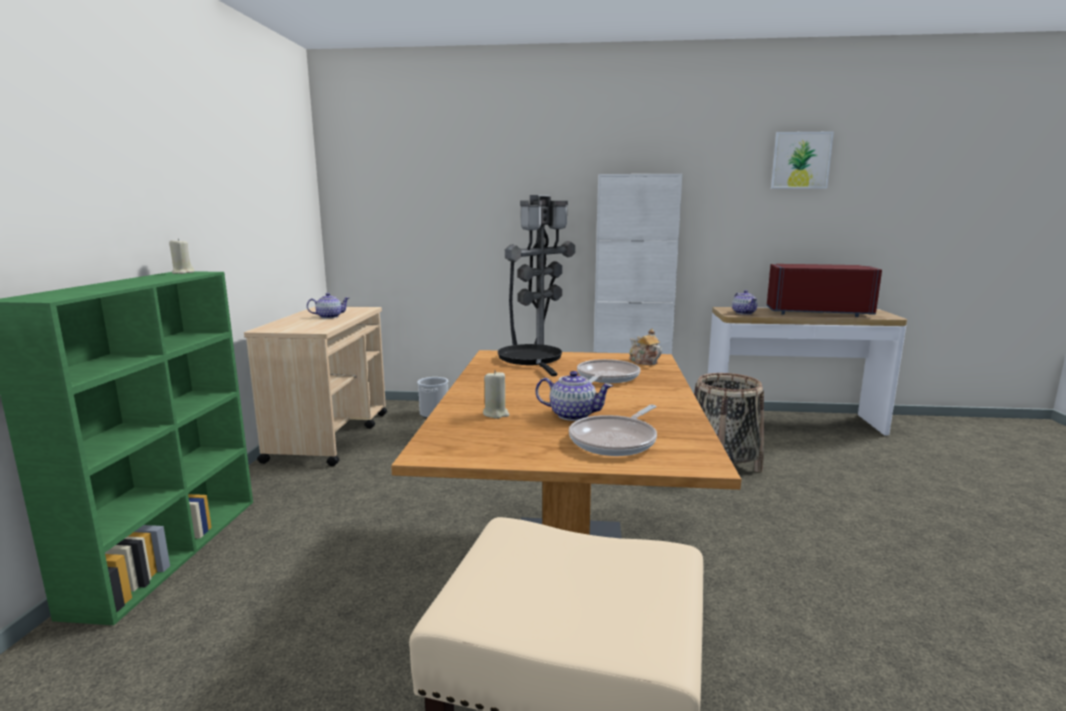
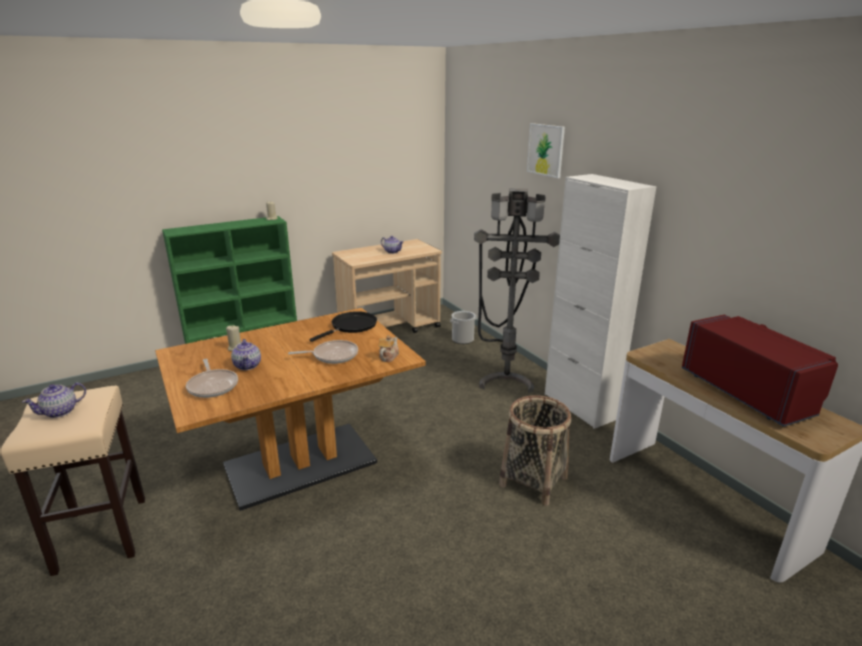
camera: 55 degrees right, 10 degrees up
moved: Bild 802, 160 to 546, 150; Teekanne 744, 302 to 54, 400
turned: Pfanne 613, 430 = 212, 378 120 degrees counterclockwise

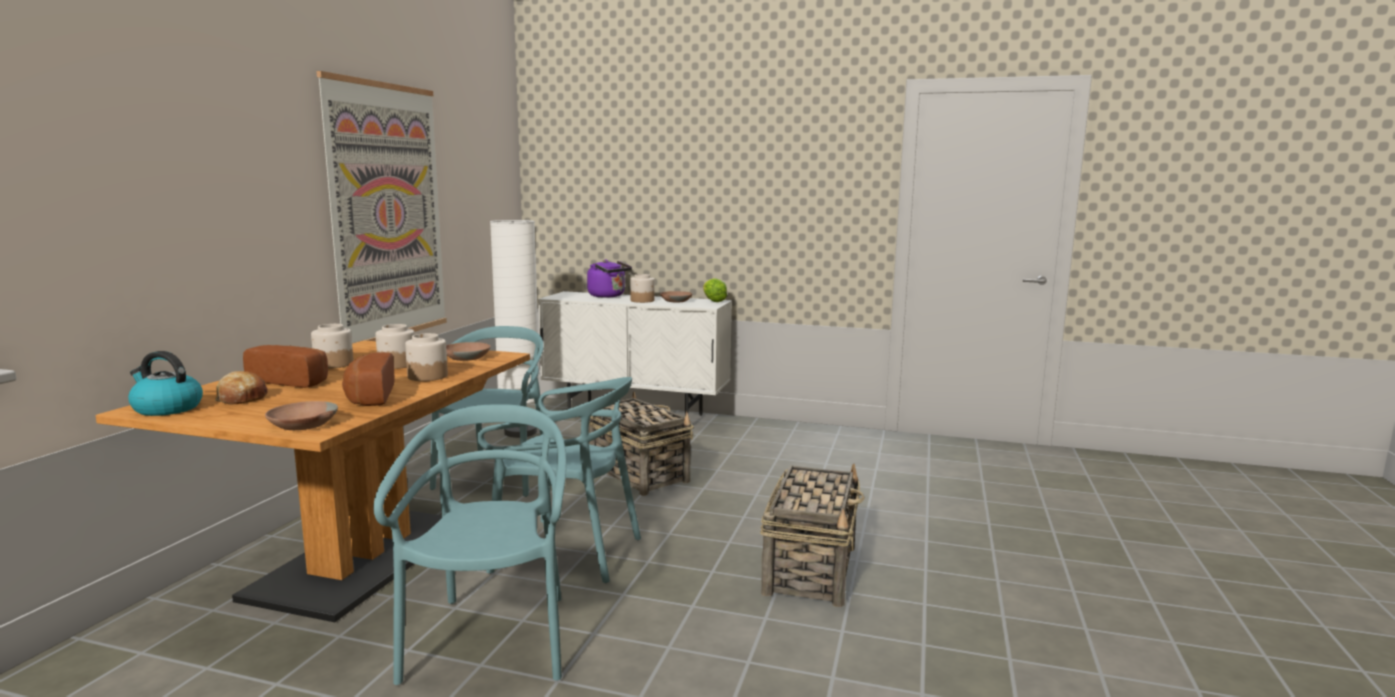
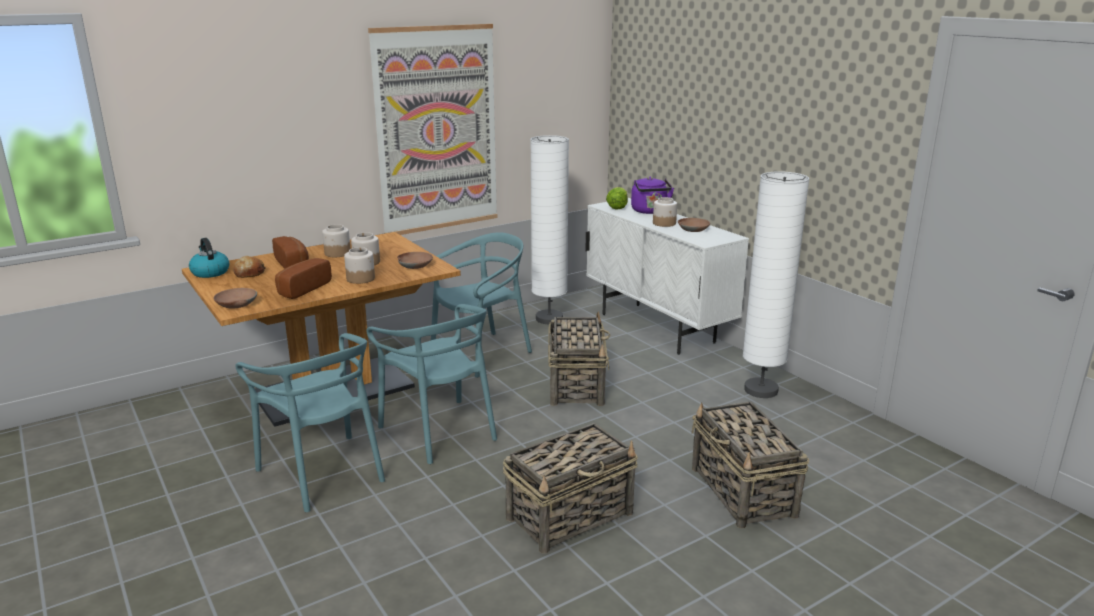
camera: 40 degrees right, 10 degrees up
added: Stehlampe/weiß 776, 284; Korb 750, 465
moved: Salatkopf 715, 290 to 617, 198
turned: Stuhl/türkis 470, 544 = 310, 422 105 degrees clockwise

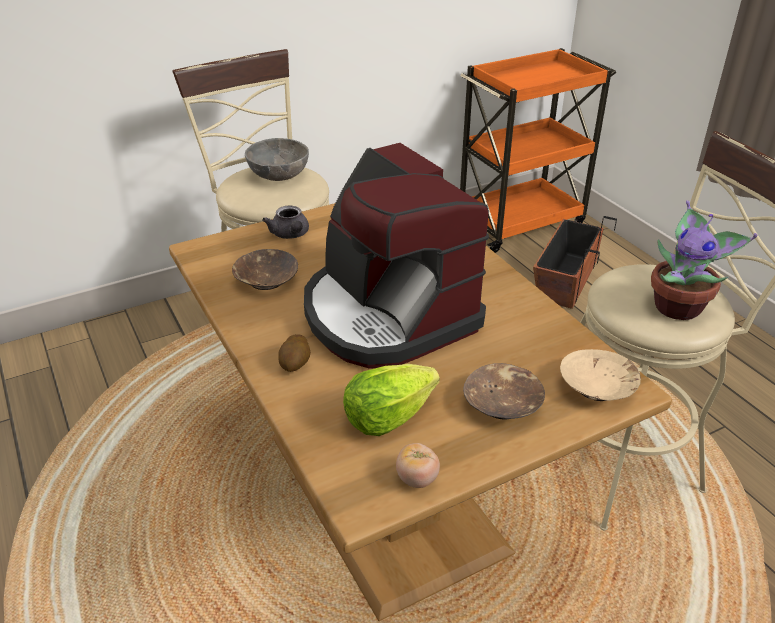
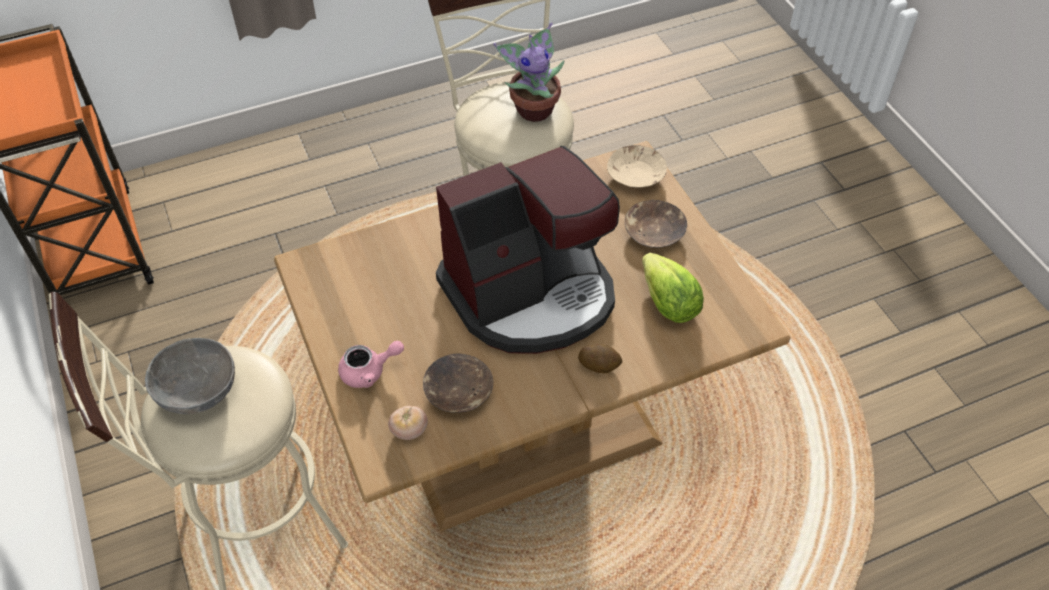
camera: 85 degrees left, 15 degrees up
removed: Pflanzkübel 575, 262
moved: Tomate 418, 465 to 408, 423
recoloured: Teekanne/grau 285, 222 to Teekanne/rosa 371, 364

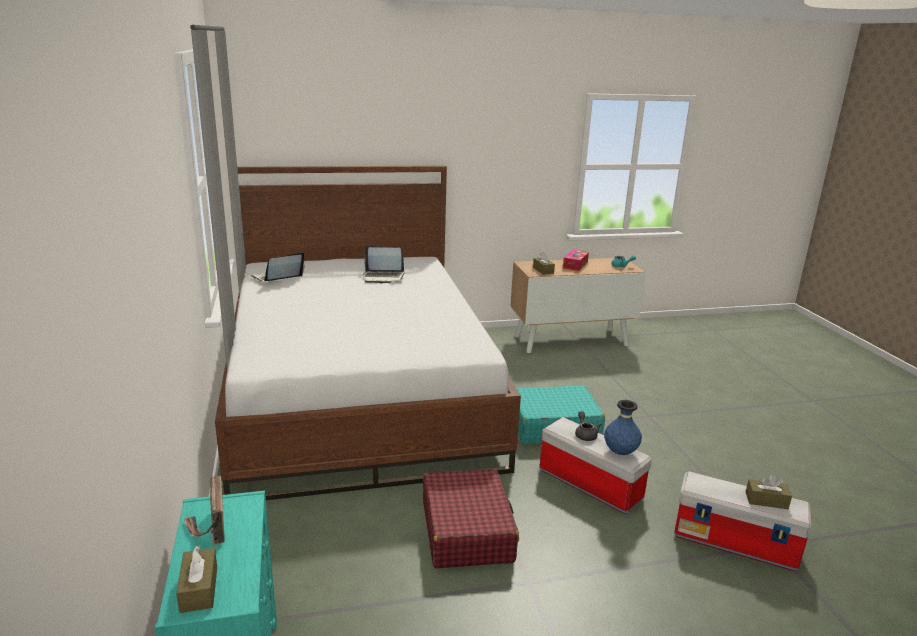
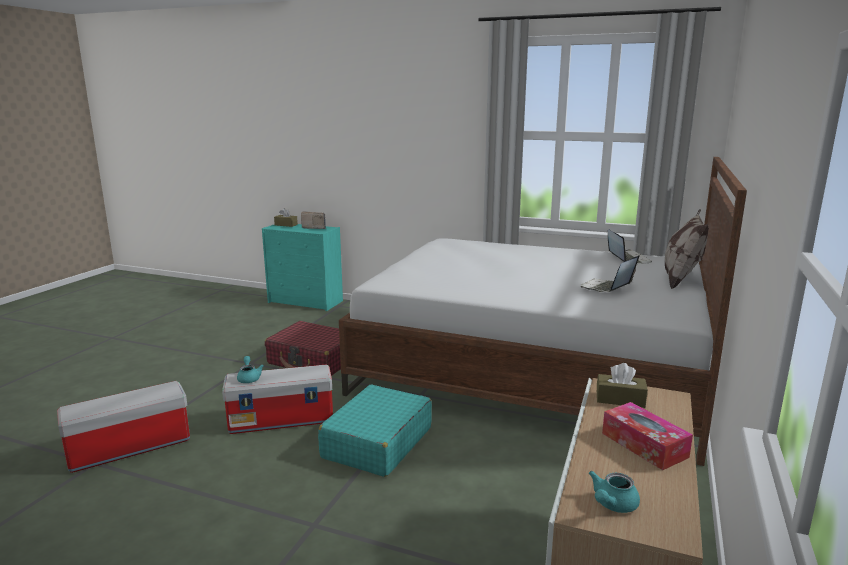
camera: 125 degrees right, 5 degrees down
removed: Teekanne/grau 588, 426; Taschentuchbox/braun 769, 492
added: Kissen 687, 249
replaced: Vase/blau 623, 427 to Teekanne/türkis 250, 369

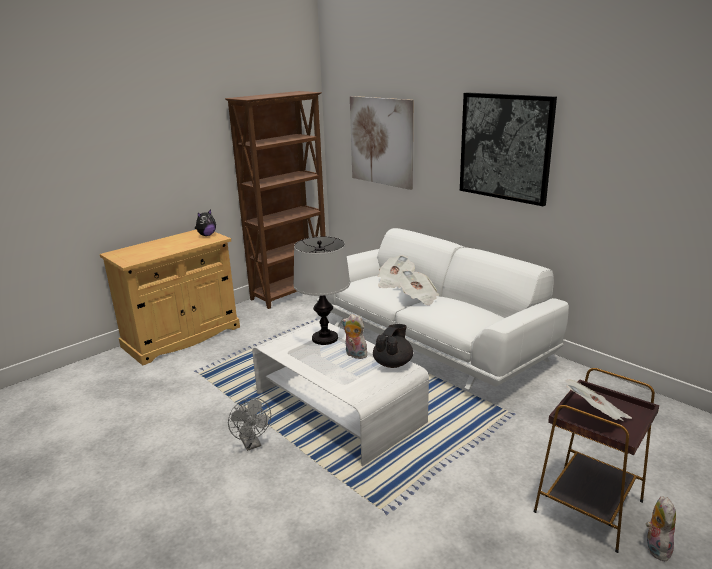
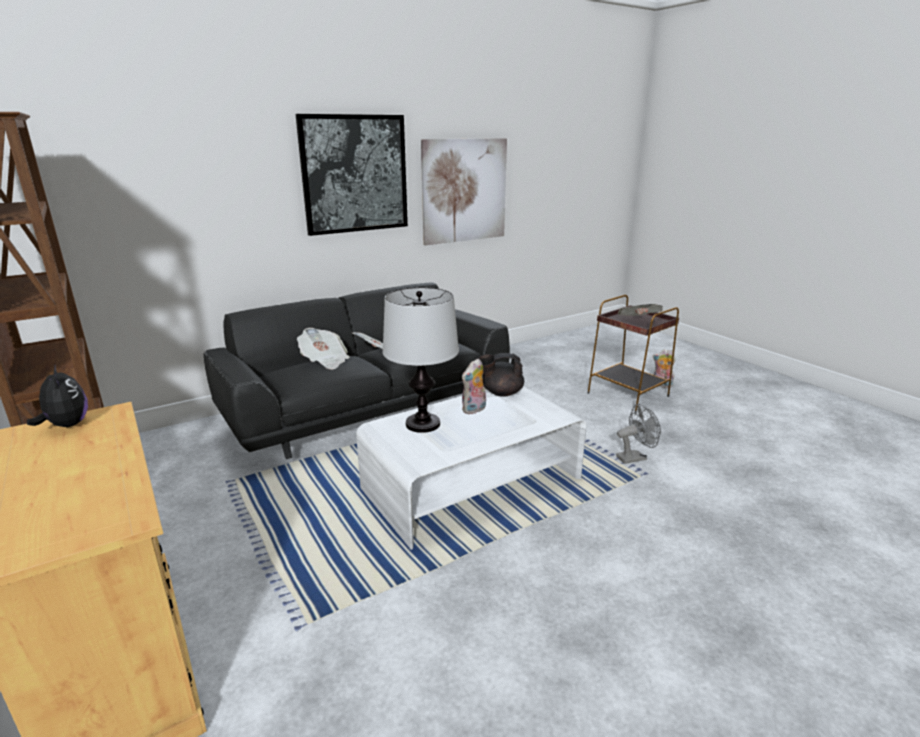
camera: 80 degrees left, 0 degrees up
moved: Bild 381, 143 to 464, 191; Ventilator/grau 249, 424 to 638, 434
recoloured: Sofa/weiß 442, 309 to Sofa/schwarz 357, 370
turned: Teekanne/schwarz 393, 346 = 501, 375 45 degrees counterclockwise

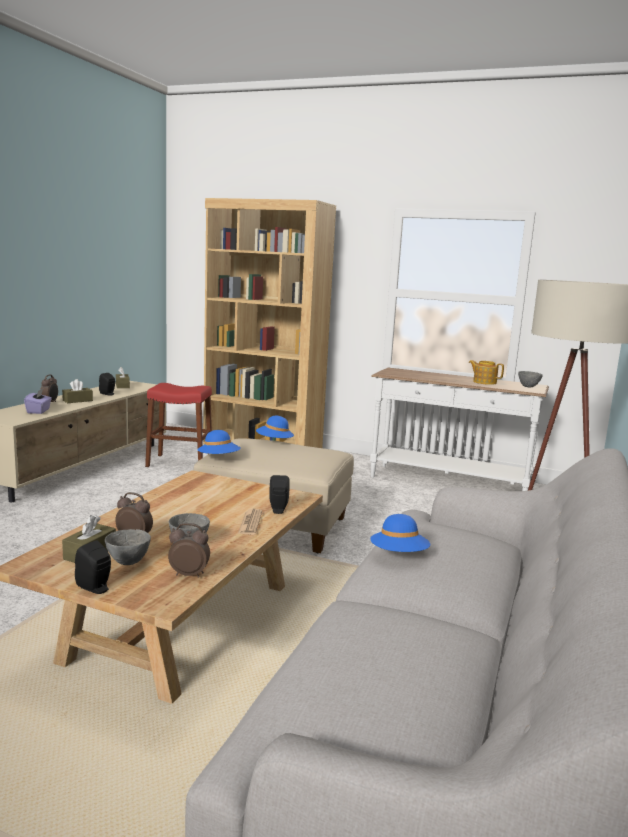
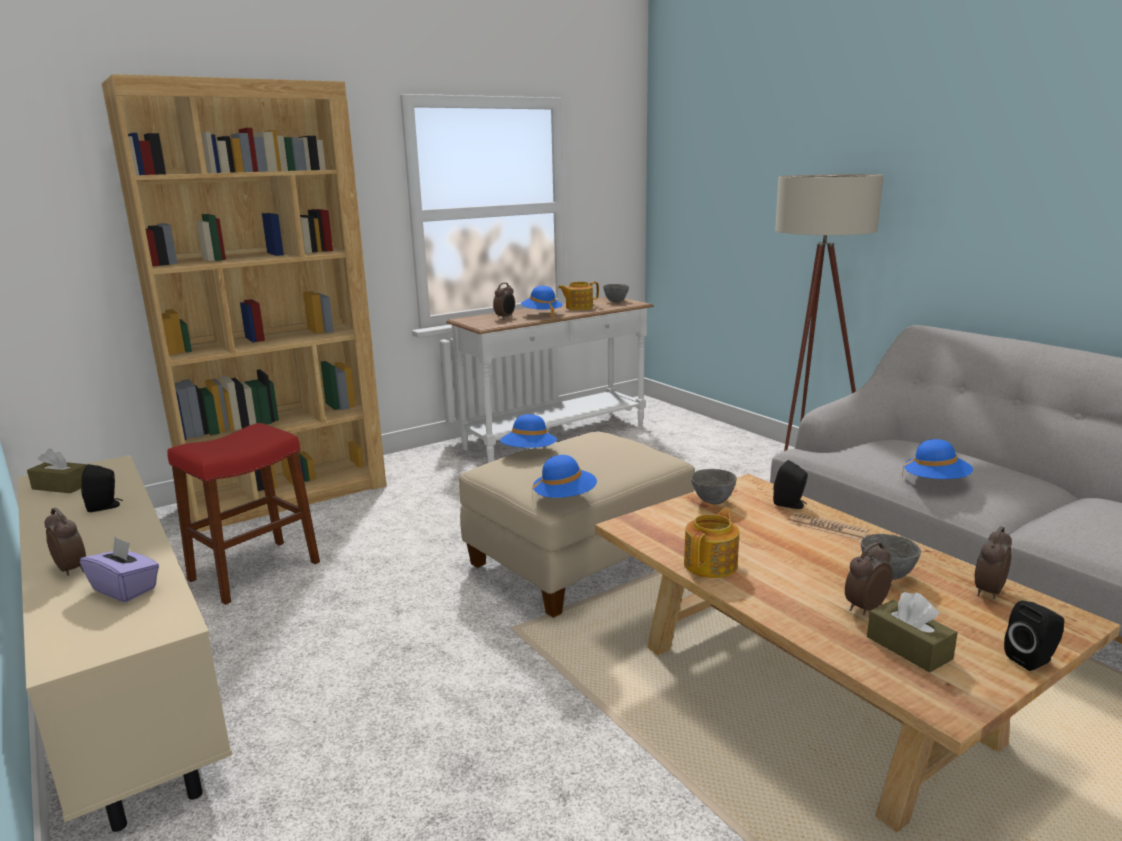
camera: 55 degrees left, 5 degrees up
removed: Taschentuchbox/braun 77, 391
added: Wecker 504, 300; Hut/blau 542, 302; Teekanne 711, 542
moved: Schüssel/grau 128, 547 to 714, 487

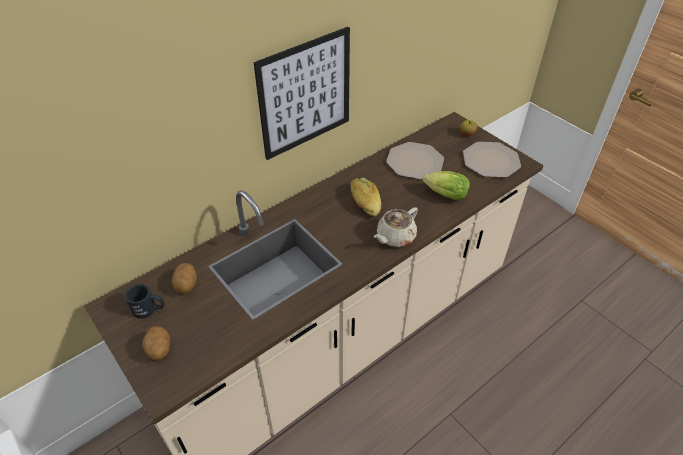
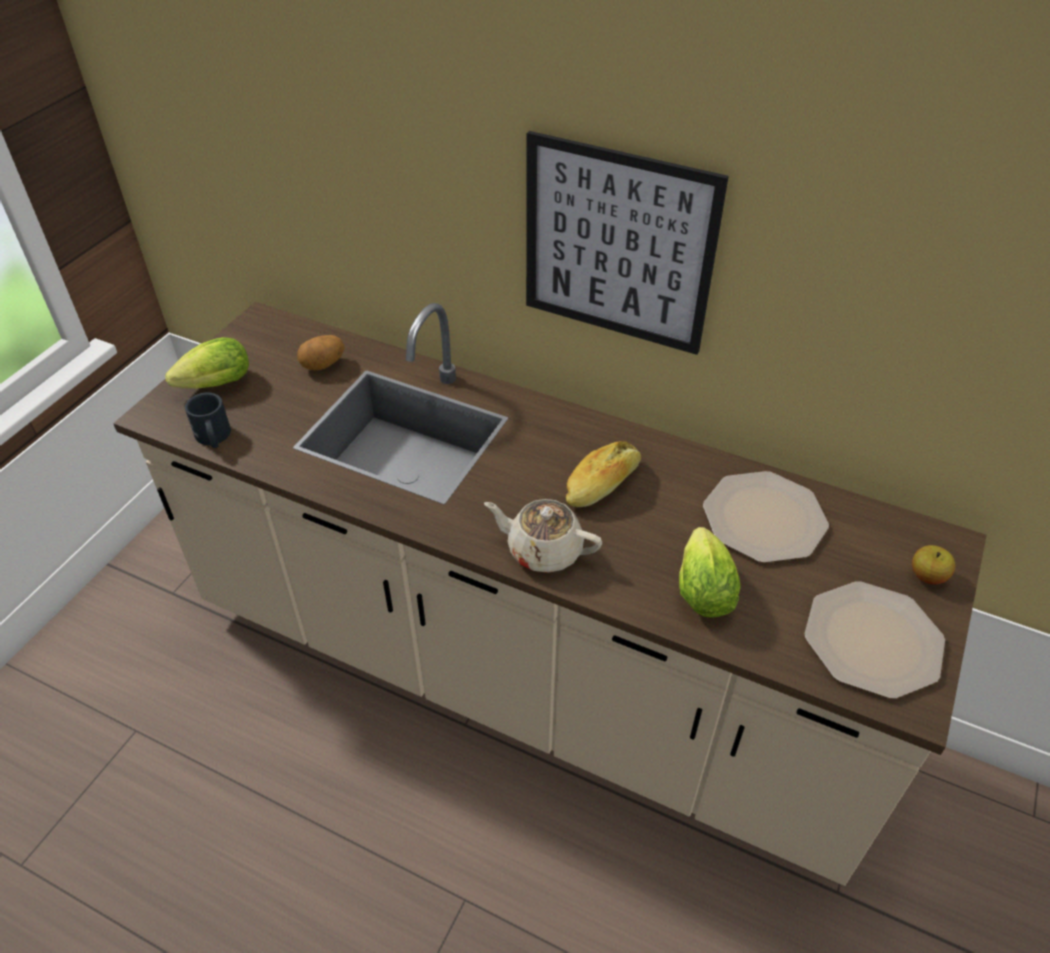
camera: 65 degrees right, 0 degrees up
moved: Henkelbecher/schwarz 144, 301 to 208, 420
replaced: Kartoffel 156, 343 to Salatkopf 207, 363

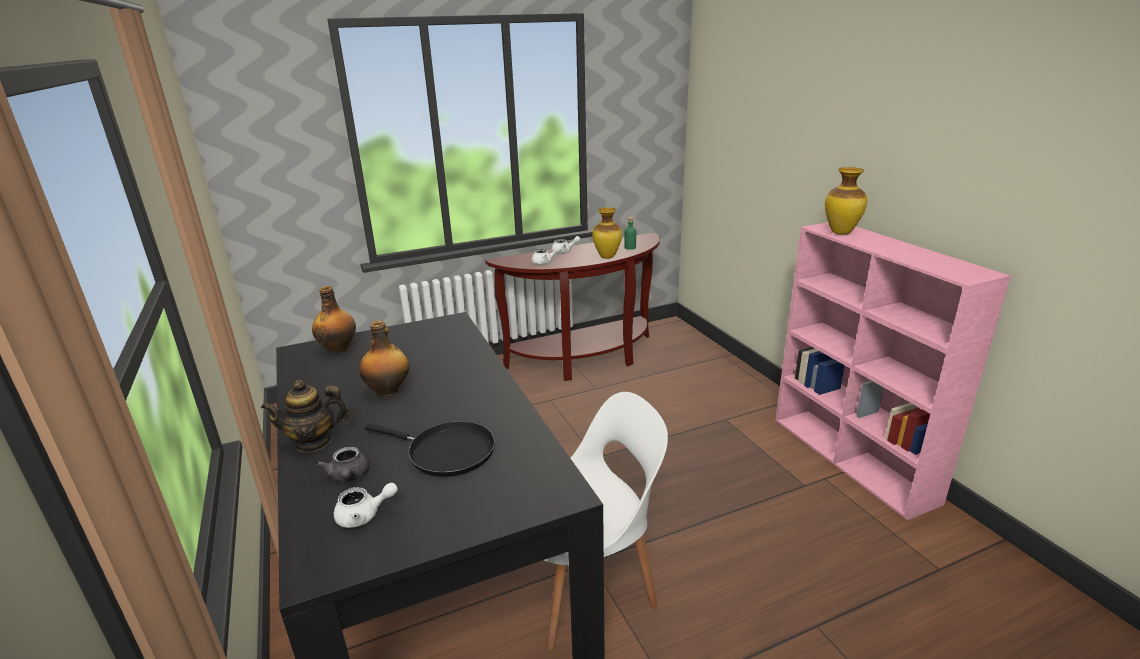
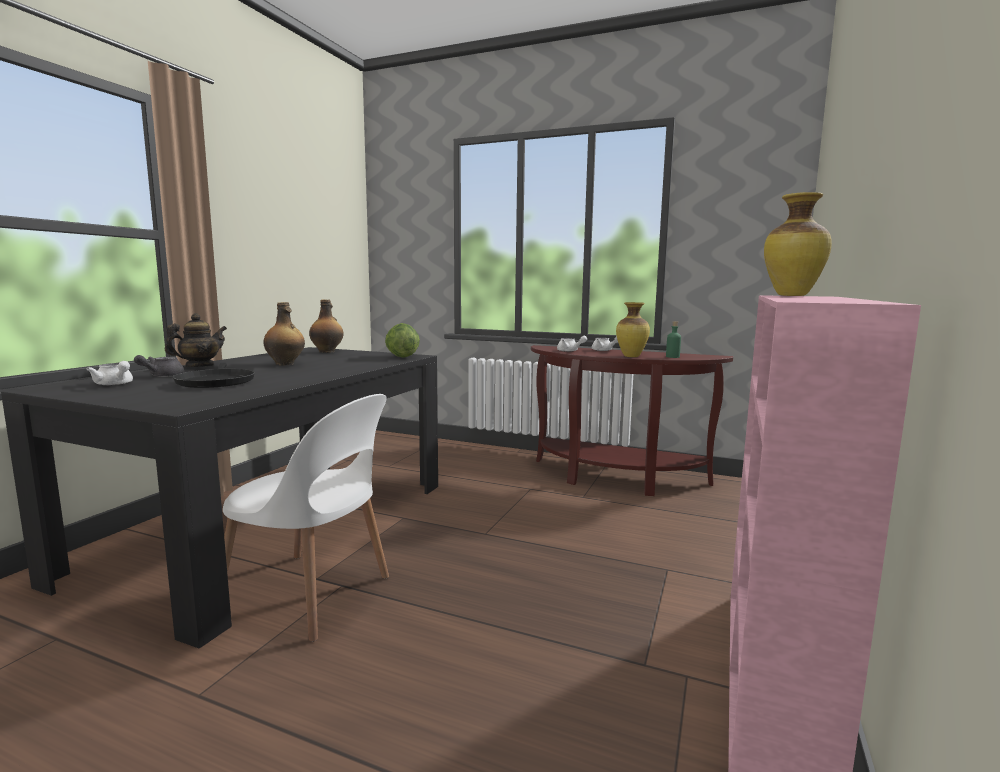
camera: 45 degrees right, 15 degrees down
added: Salatkopf 402, 340
turned: Teekanne 305, 416 = 196, 340 105 degrees clockwise

